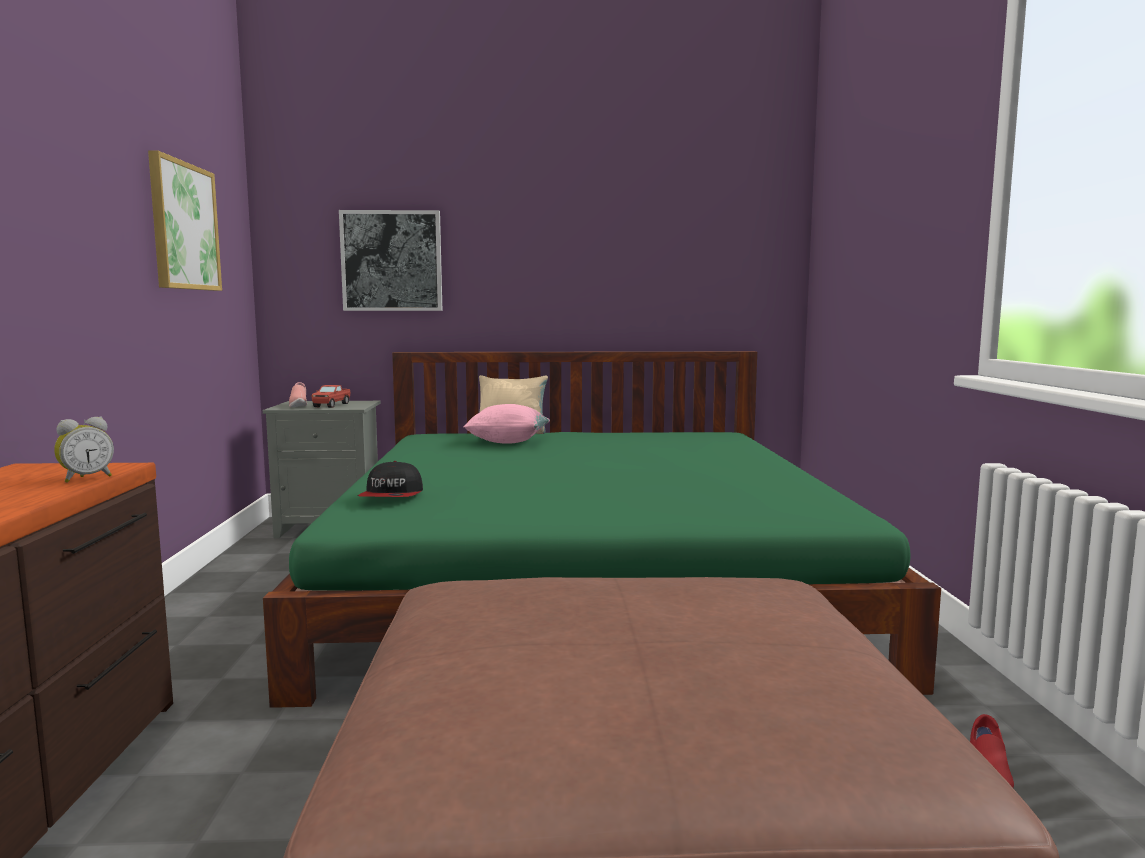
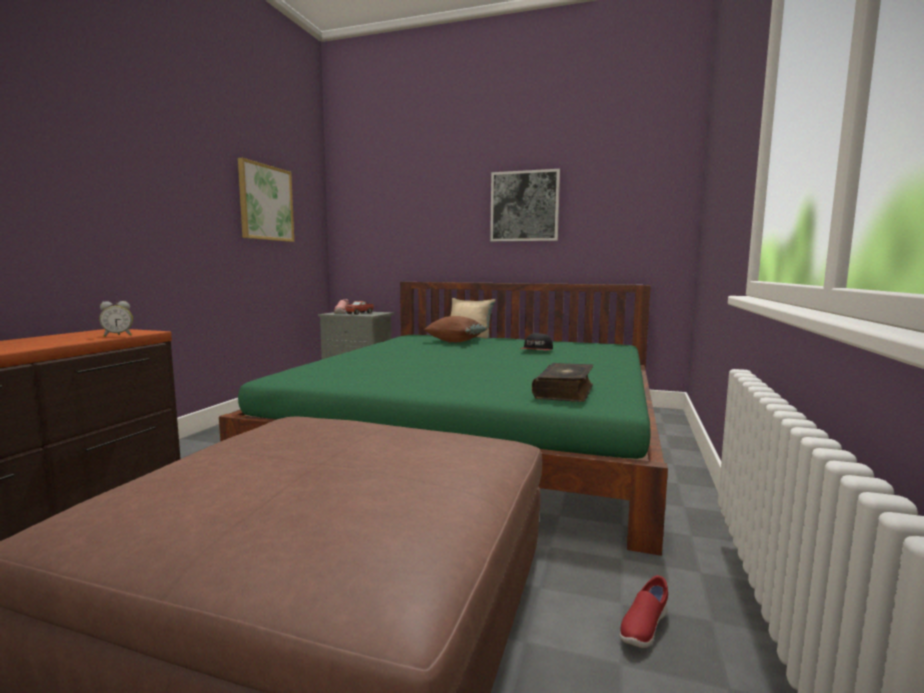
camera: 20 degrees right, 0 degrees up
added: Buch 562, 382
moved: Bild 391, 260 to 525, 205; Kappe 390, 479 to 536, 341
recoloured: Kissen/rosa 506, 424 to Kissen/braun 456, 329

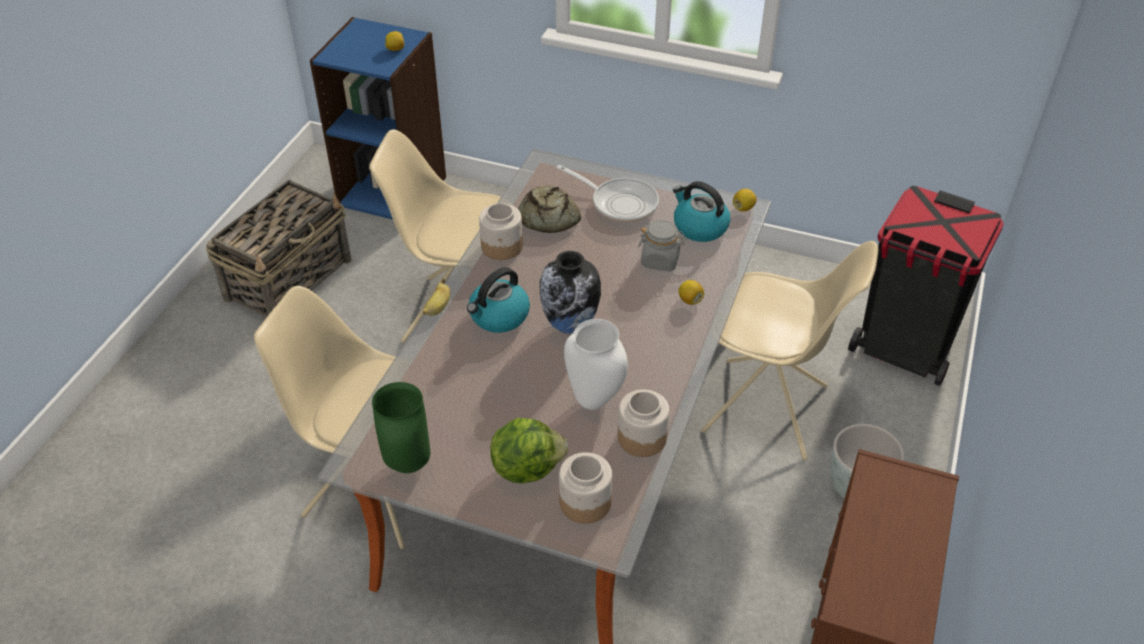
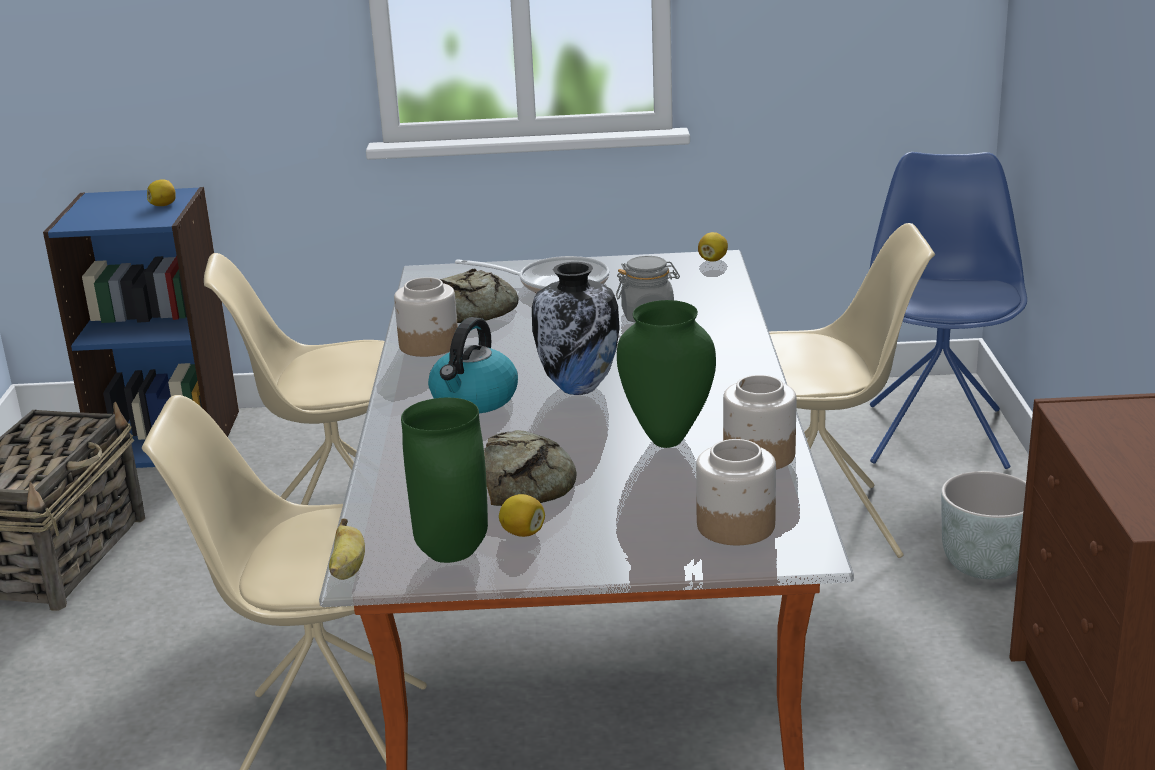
camera: 20 degrees left, 20 degrees down
removed: Wasserkessel 701, 211; Salatkopf 529, 451
added: Brot 530, 468
moved: Banane 436, 297 to 347, 549; Zitrone 691, 292 to 522, 515
replaced: Mülleimer/schwarz 926, 286 to Stuhl/blau 948, 310
recoloured: Vase/weiß 596, 364 to Vase/grün 666, 374

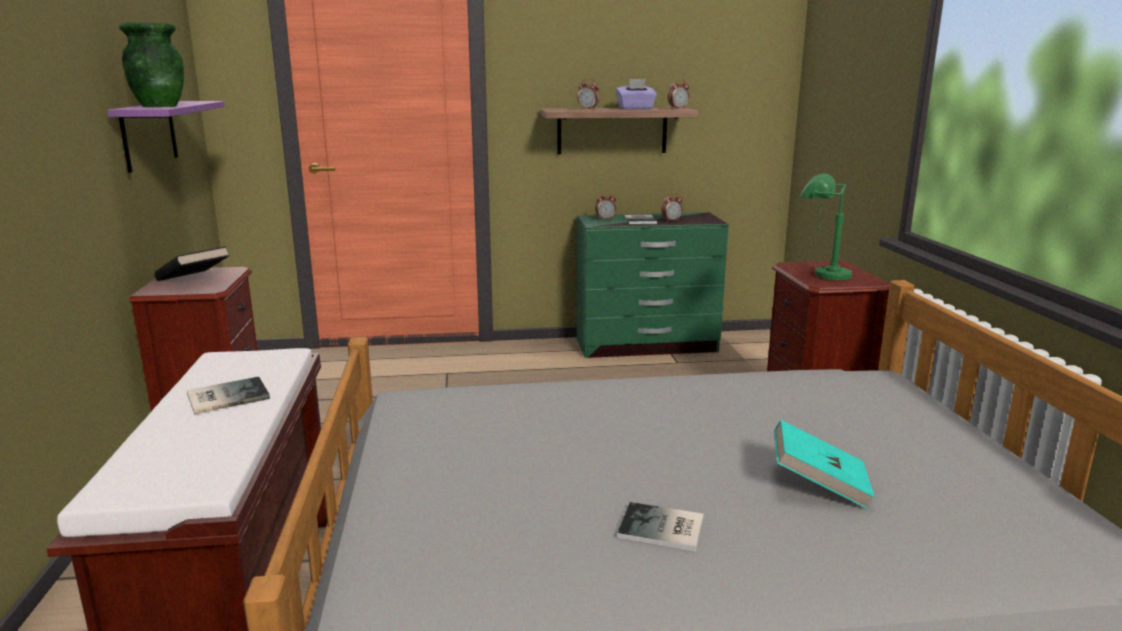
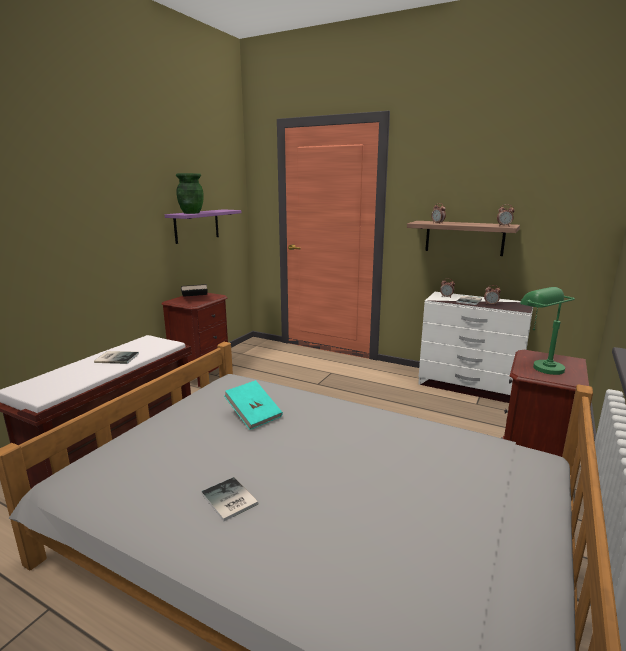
camera: 35 degrees right, 0 degrees up
removed: Taschentuchbox/lila 636, 94
moved: Buch/türkis 824, 464 to 253, 405
recoloured: Kommode/grün 653, 285 to Kommode/weiß 475, 347

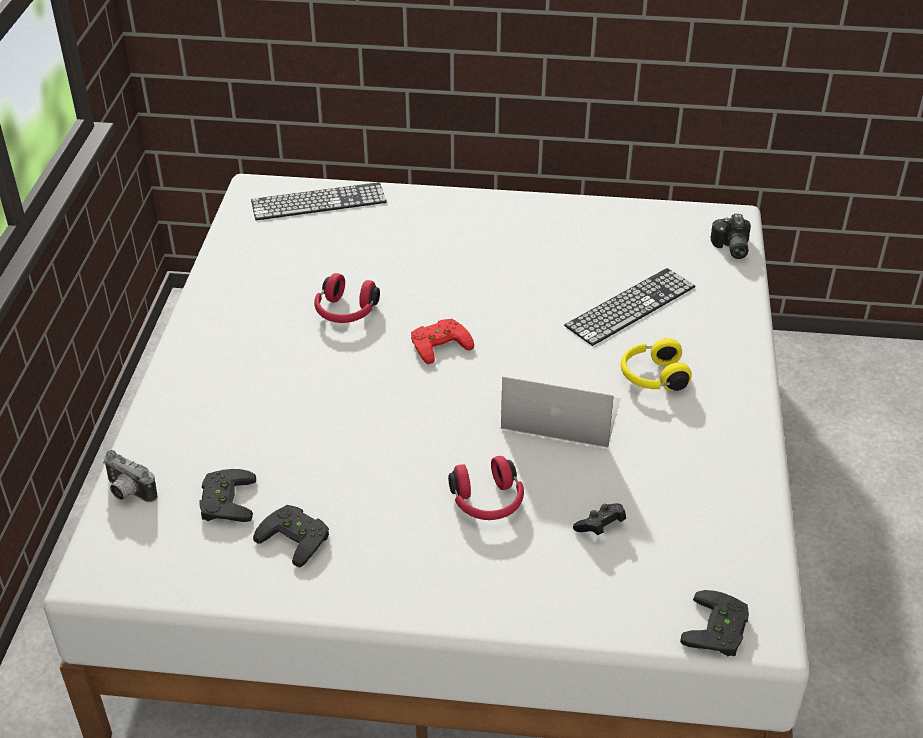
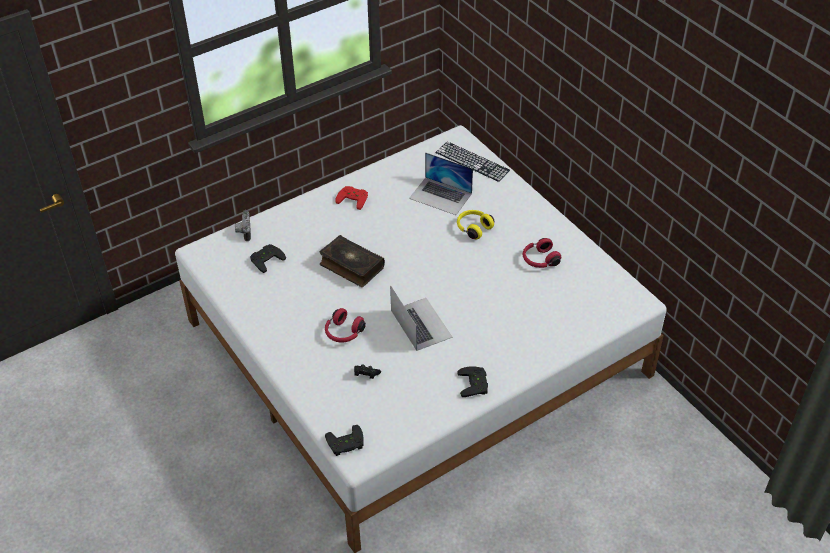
camera: 50 degrees right, 5 degrees up
removed: Kamera 730, 236; Tastatur 630, 307
added: Laptop 441, 183; Buch 352, 261
moved: Kopfhörer/rot 347, 298 to 542, 253; Gamepad/rot 442, 342 to 351, 198; Kopfhörer/gelb 656, 364 to 475, 224; Gamepad/schwarz 291, 536 to 473, 381

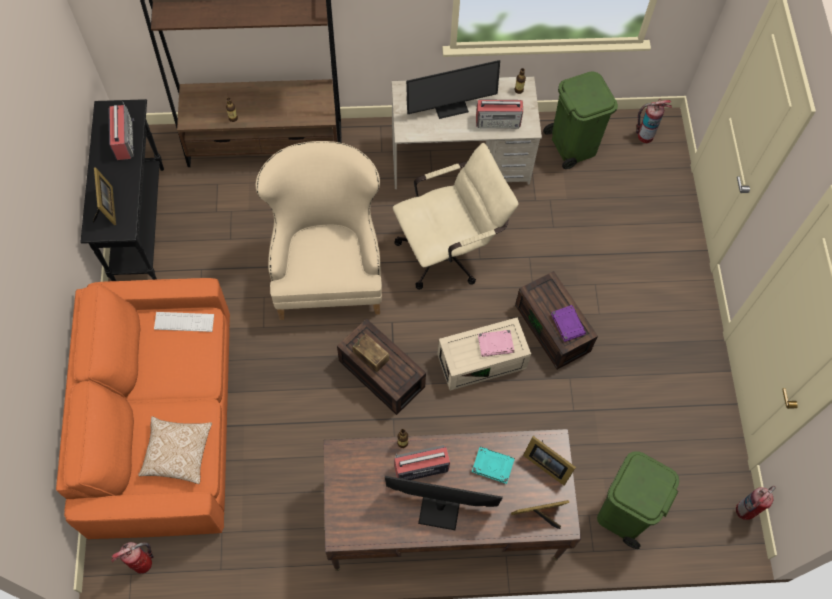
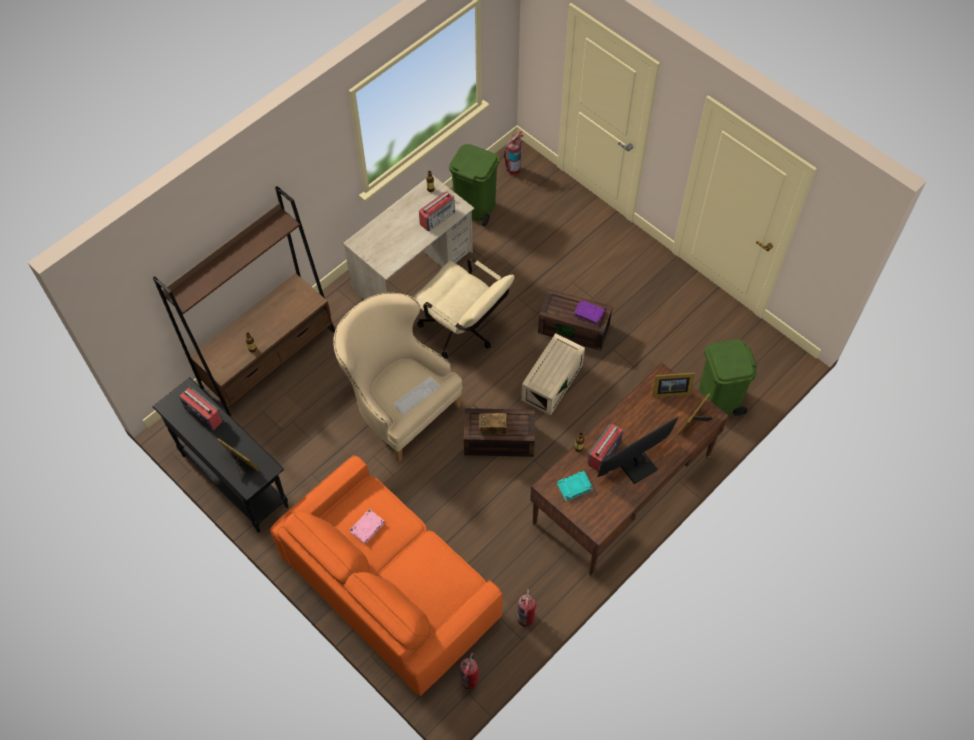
camera: 40 degrees left, 5 degrees down
removed: Monitor 453, 89; Kissen 175, 450
moved: Tastatur 184, 322 to 417, 396; Buch/rosa 496, 343 to 367, 526; Buch/türkis 493, 465 to 575, 486; Feuerlöscher 755, 503 to 527, 608
turned: Bürostuhl/beige 455, 216 = 463, 308 105 degrees clockwise

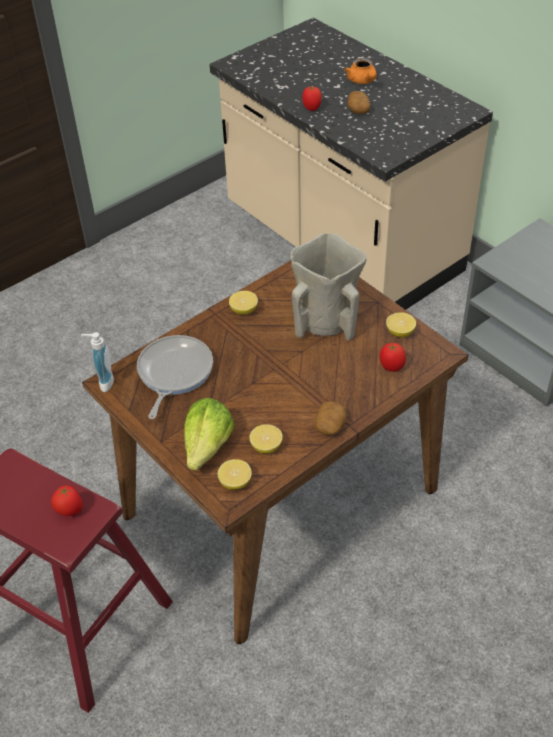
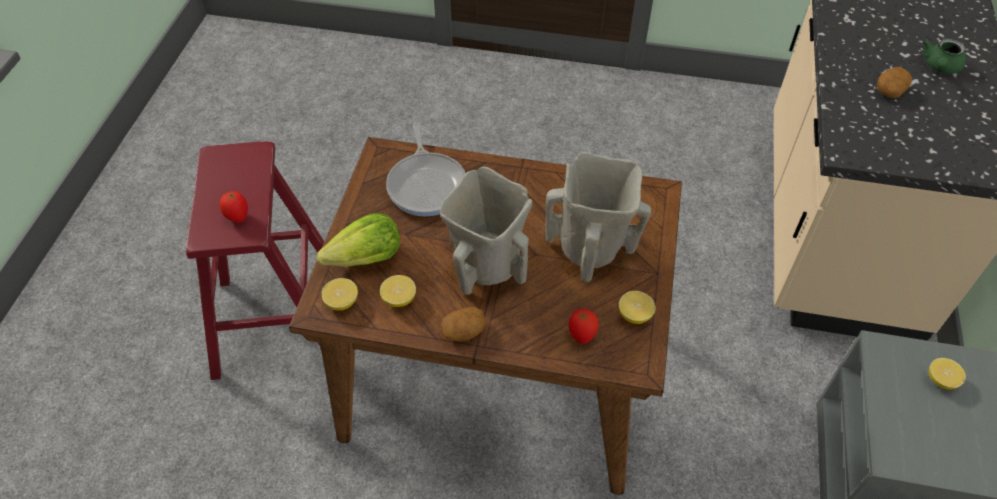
camera: 50 degrees right, 5 degrees up
removed: Tomate 312, 99; Seifenspender 97, 362
added: Vase/beige 486, 231
moved: Zitrone 243, 303 to 947, 373
recoloured: Teekanne/orange 360, 71 to Teekanne/grün 944, 56
turned: Pfanne 175, 377 = 426, 169 105 degrees clockwise

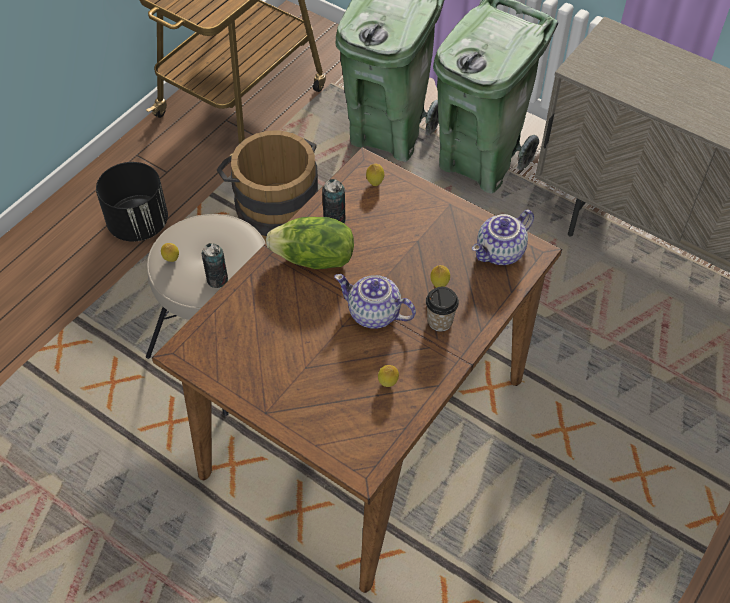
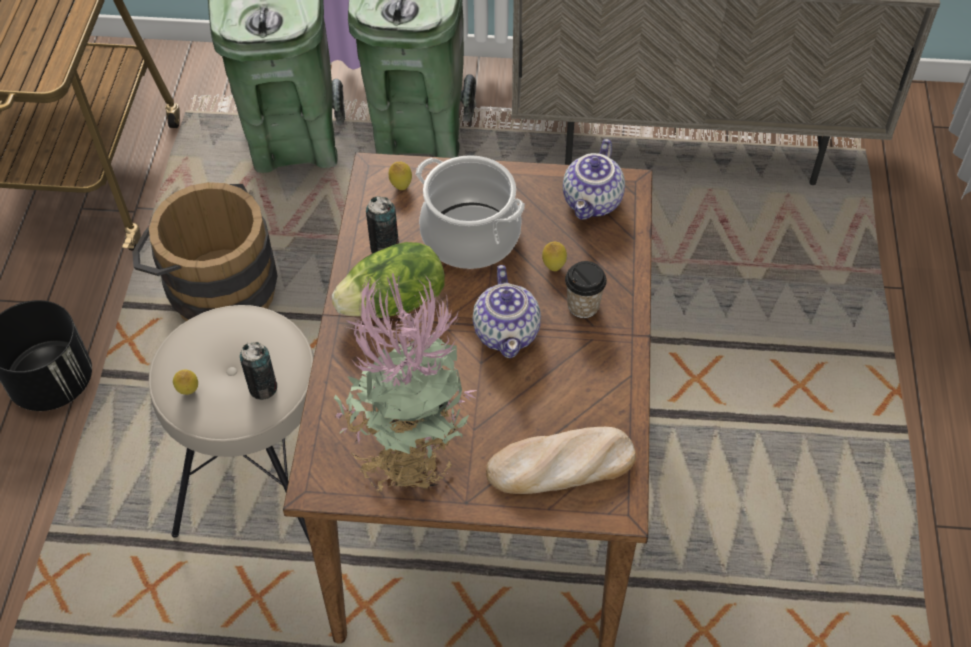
camera: 30 degrees left, 0 degrees up
removed: Zitrone 388, 376
added: Kochtopf 470, 212; Topfpflanze 405, 382; Brot 561, 460
turned: Teekanne 375, 301 = 507, 311 90 degrees counterclockwise

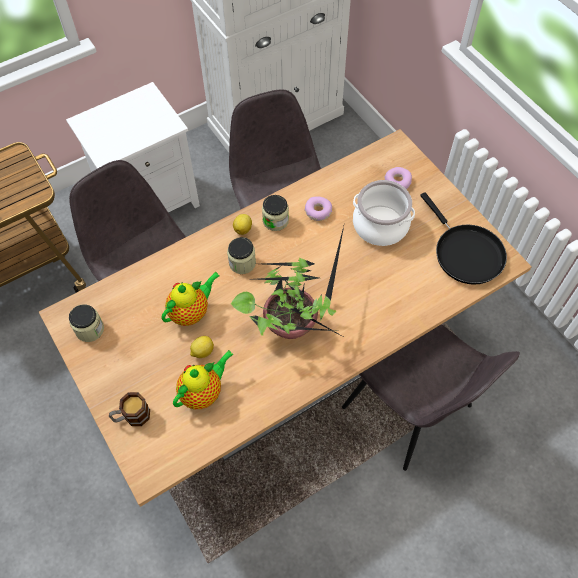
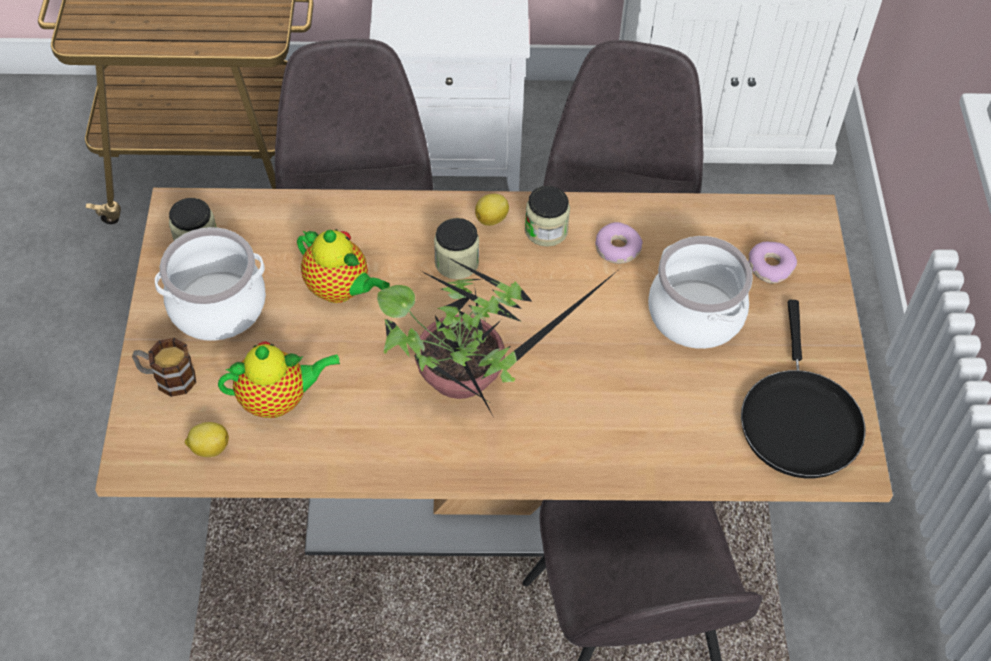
camera: 30 degrees right, 5 degrees down
added: Kochtopf 210, 284
moved: Zitrone 202, 347 to 207, 439
turned: Teekanne 191, 299 = 343, 266 45 degrees clockwise

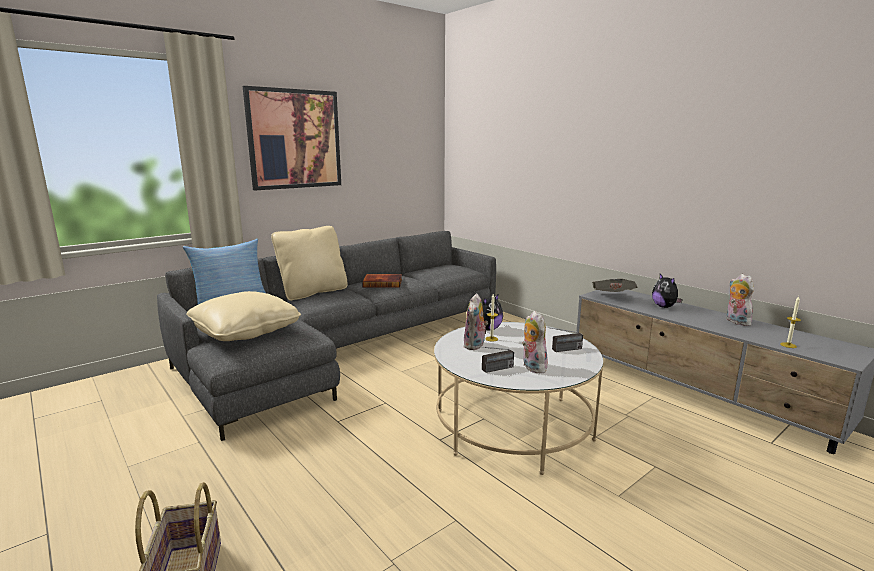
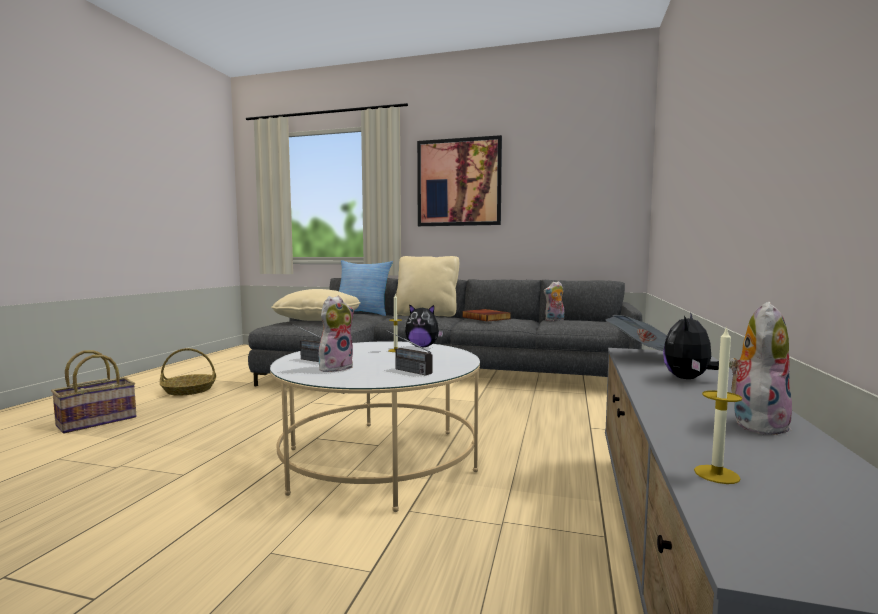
camera: 55 degrees right, 10 degrees down
added: Korb 188, 372
moved: Plüschtier 476, 321 to 553, 301

